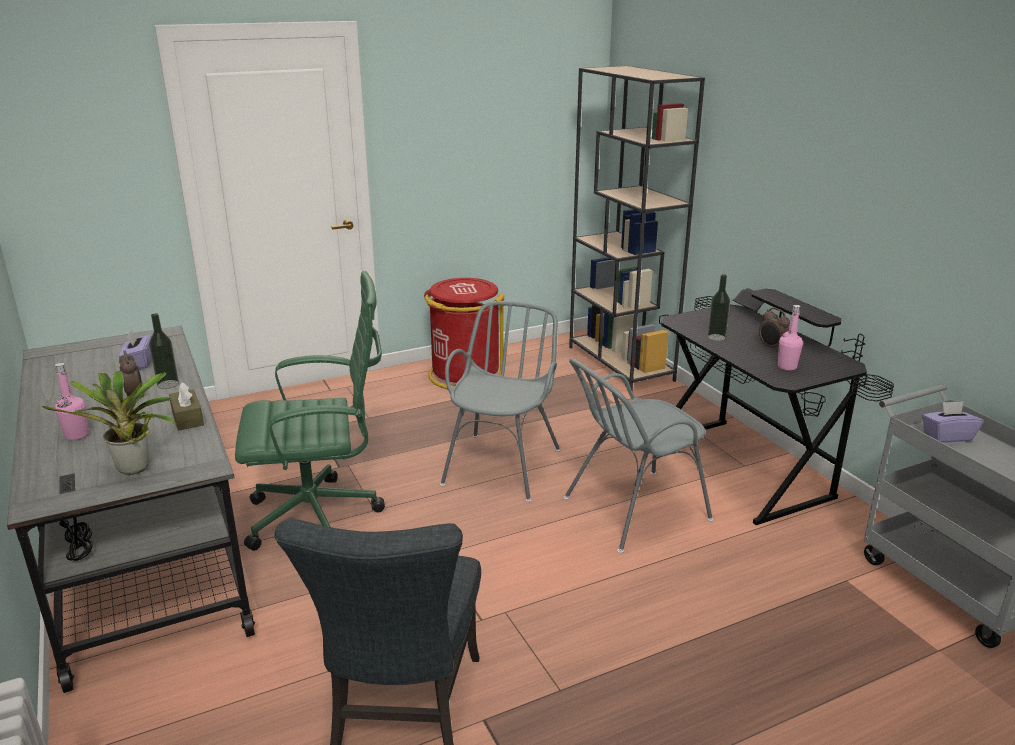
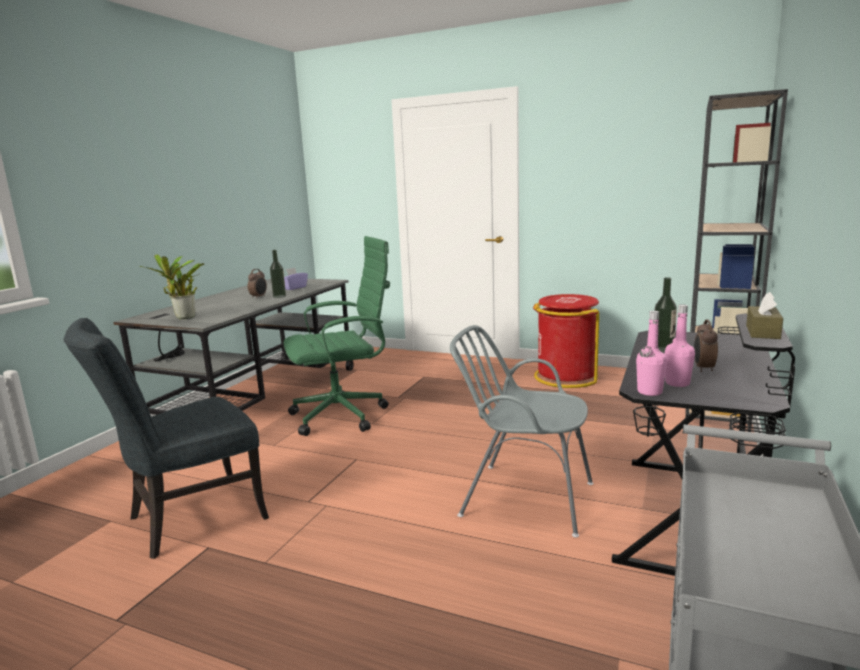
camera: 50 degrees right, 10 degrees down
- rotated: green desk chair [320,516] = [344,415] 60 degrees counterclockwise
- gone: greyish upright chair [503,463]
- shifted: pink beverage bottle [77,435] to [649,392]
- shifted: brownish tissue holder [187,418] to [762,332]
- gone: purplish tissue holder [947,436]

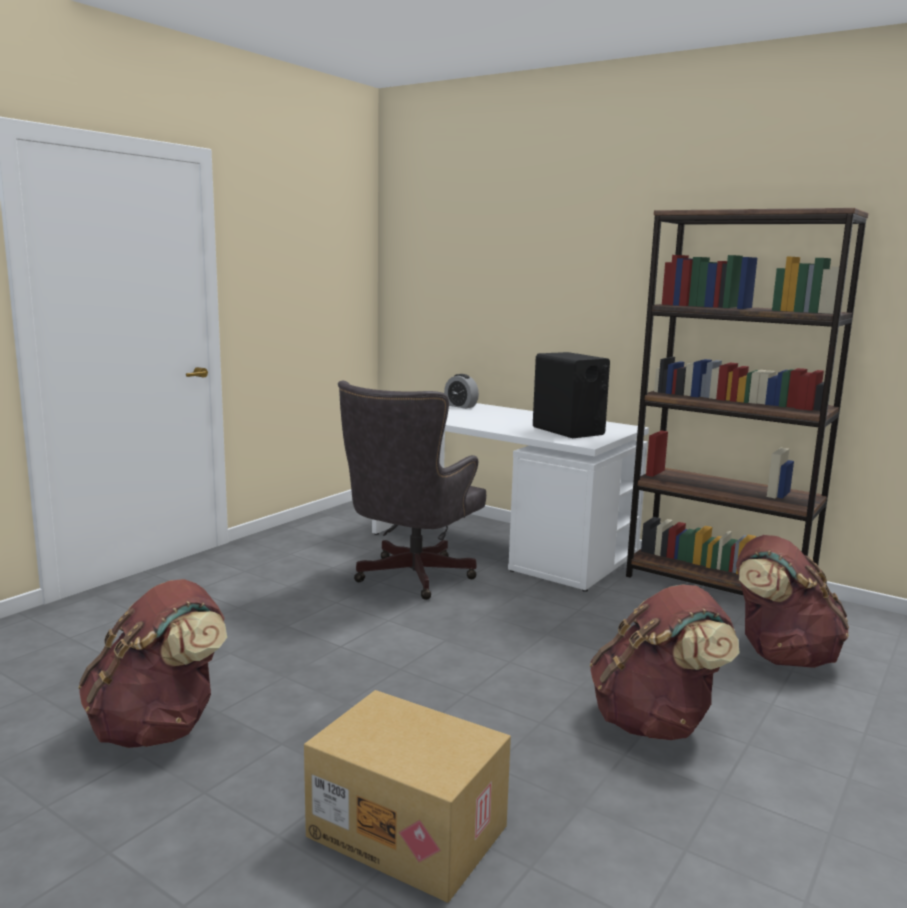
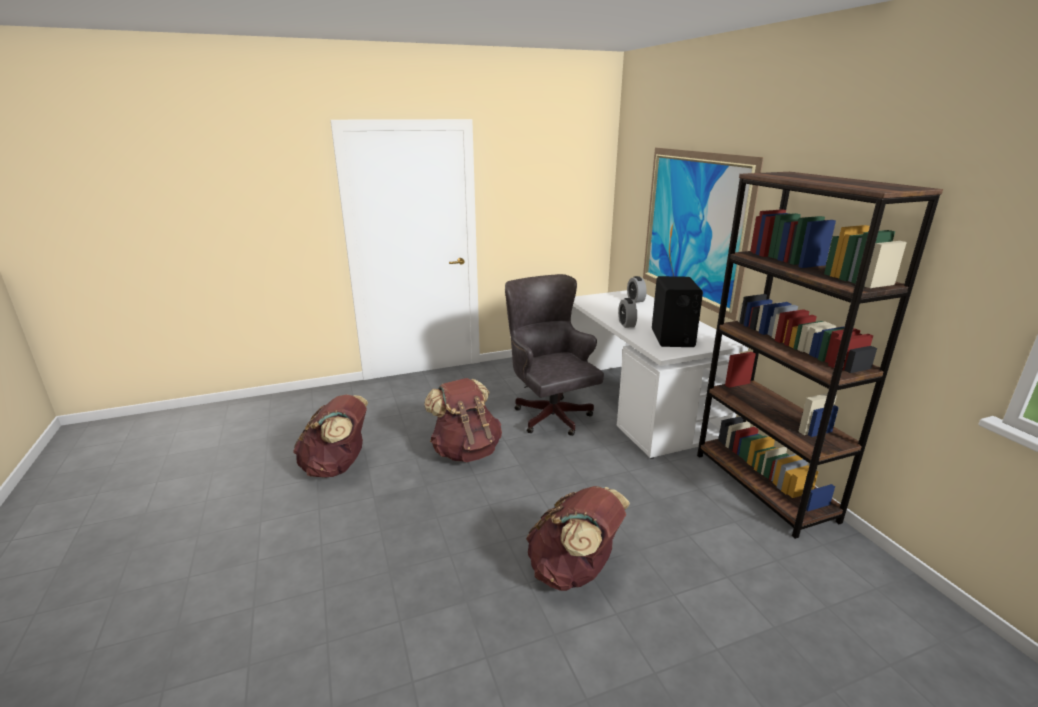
camera: 35 degrees right, 10 degrees up
- rotated: greyish desk chair [411,578] = [550,414] 90 degrees clockwise
- shifted: brownish rucksack [781,655] to [466,451]
- gone: cardboard box [410,830]
- new: wall picture [693,228]
- new: bedside clock [626,324]

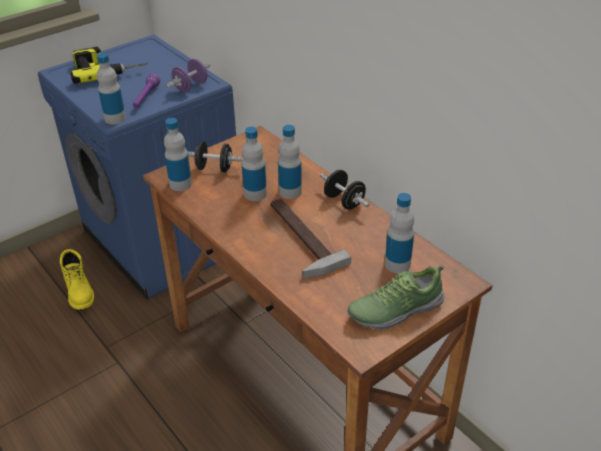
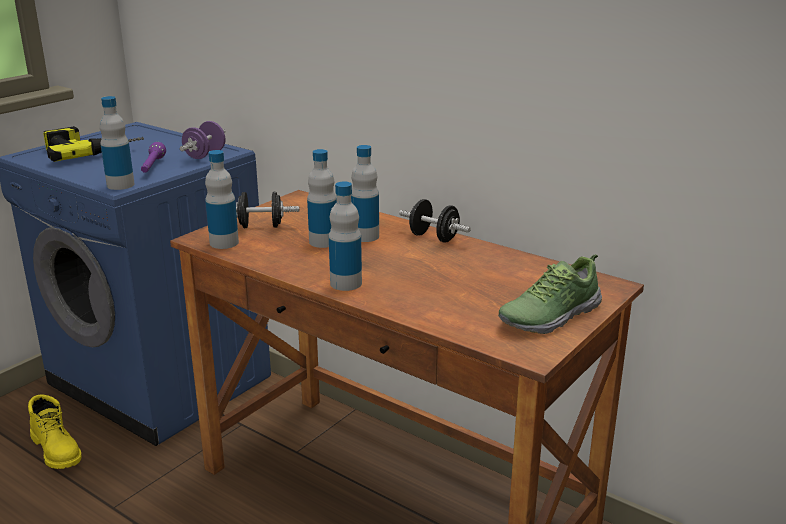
camera: 15 degrees left, 15 degrees down
- shifted: beverage bottle [397,264] to [346,283]
- gone: hammer [298,238]

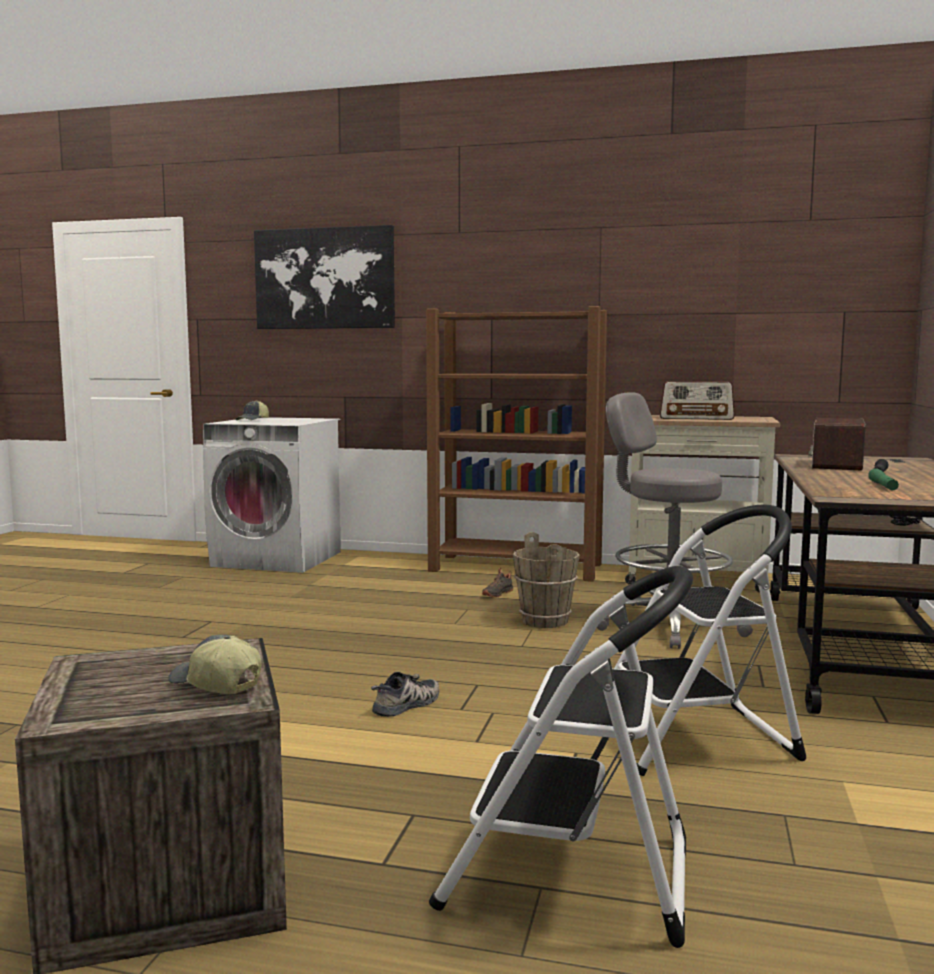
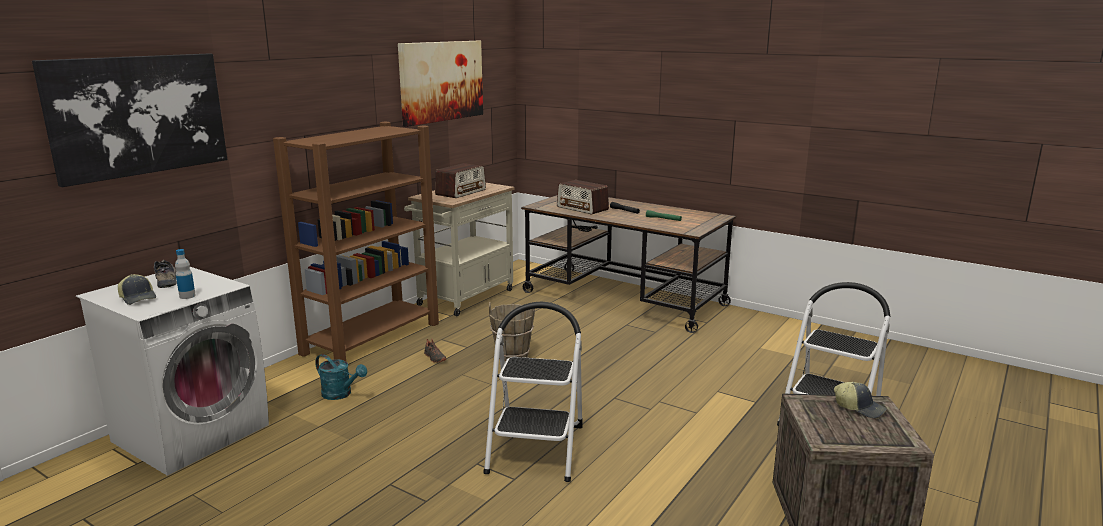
camera: 70 degrees left, 10 degrees up
- gone: greyish sitting stool [667,624]
- shifted: step stool [699,738] to [537,447]
- rotated: peaked cap [215,685] = [859,408] 105 degrees counterclockwise
- shifted: item of footwear [407,705] to [167,279]
- new: wall picture [441,81]
- new: beverage bottle [187,296]
- new: turquoise watering pot [341,394]

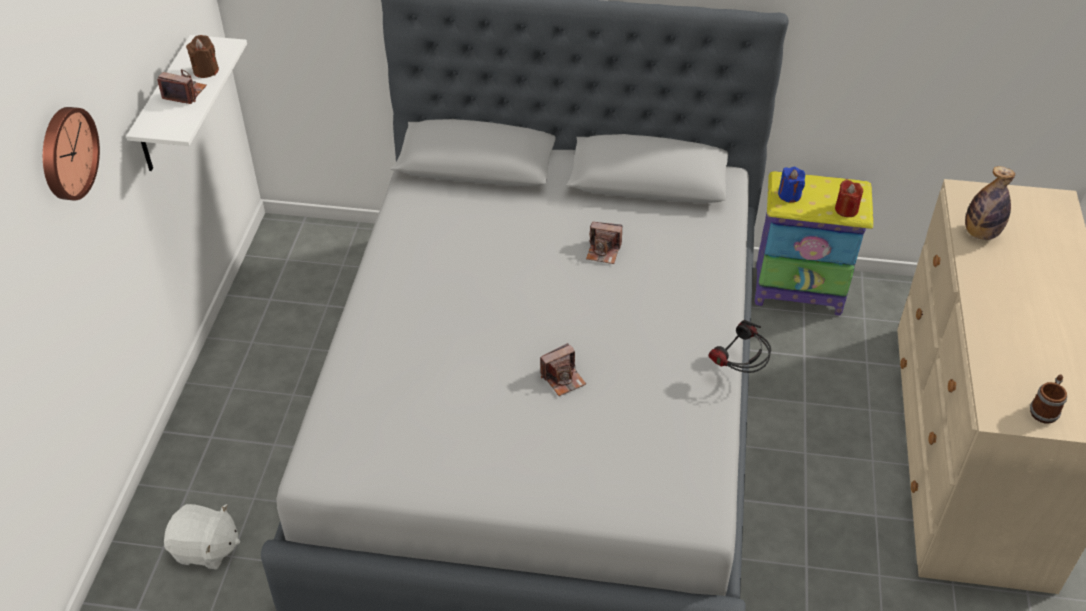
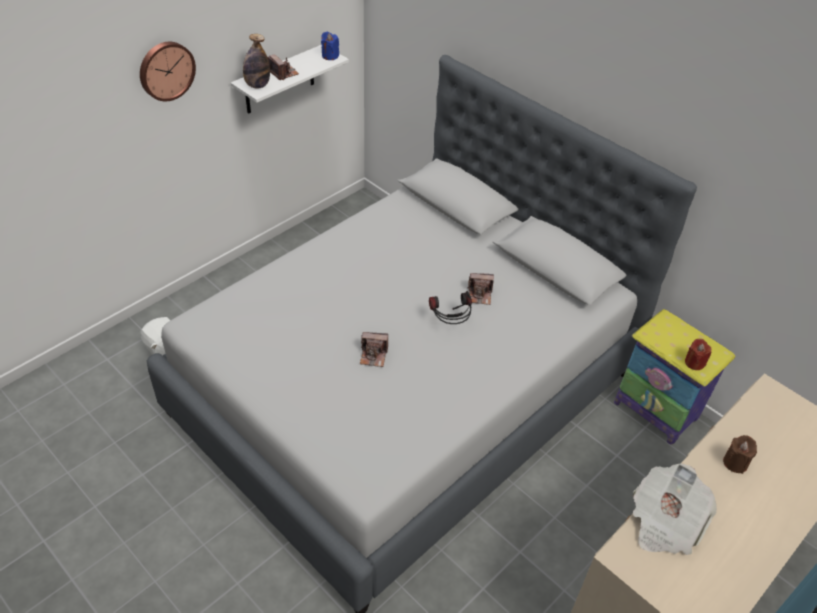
camera: 35 degrees right, 0 degrees up
- shifted: brownish wax candle [206,70] to [735,463]
- shifted: beverage bottle [980,233] to [257,85]
- shifted: blue wax candle [789,195] to [330,56]
- rotated: photo camera [603,251] = [480,295] 45 degrees counterclockwise
- shifted: headset [738,371] to [450,323]
- gone: mug [1045,409]
- new: printed paper [664,522]

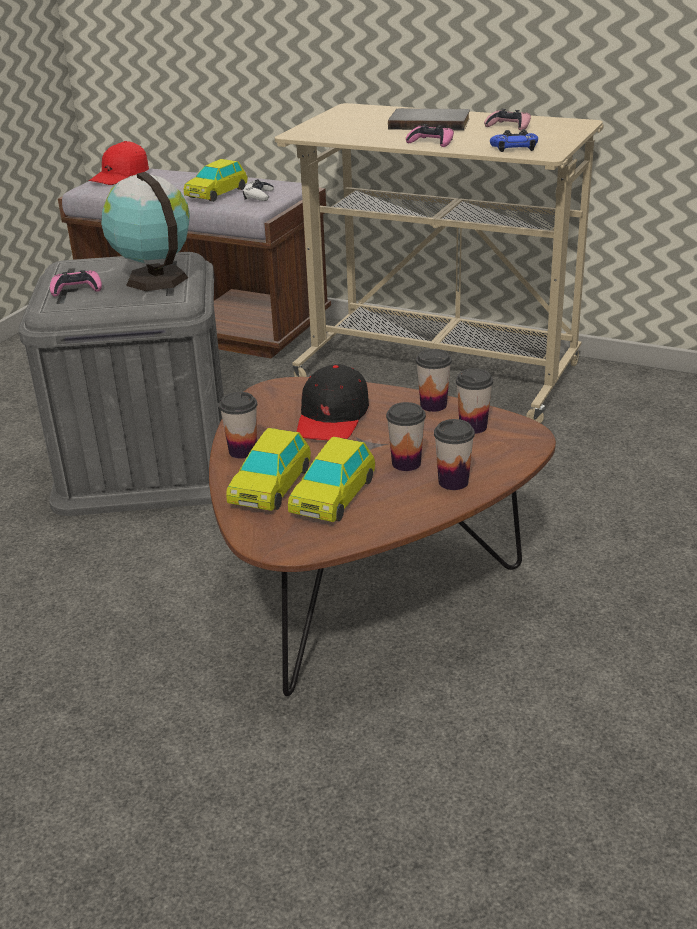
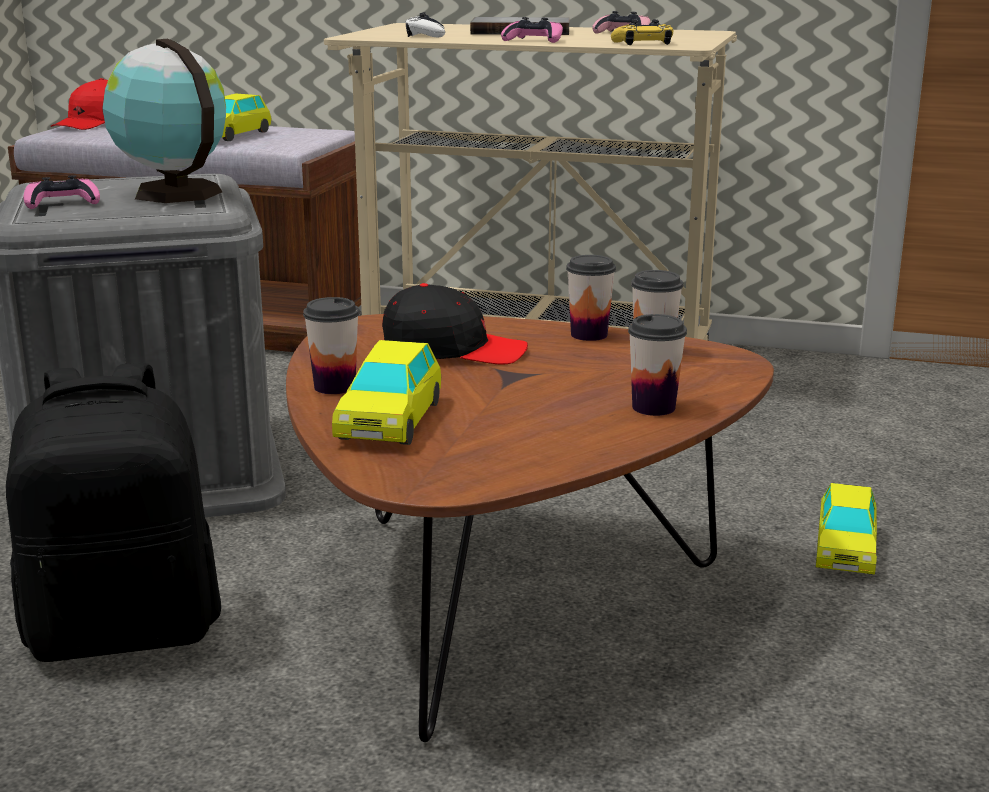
camera: 10 degrees left, 10 degrees down
- repainted: blue gamepad [514,147] to yellowish gamepad [643,43]
- shifted: white gamepad [258,196] to [425,35]
- rotated: black-coloured peaked cap [332,418] = [453,350] 90 degrees counterclockwise
- gone: small cup [406,463]
- shifted: model car [333,497] to [845,551]
- new: black-coloured rucksack [125,631]

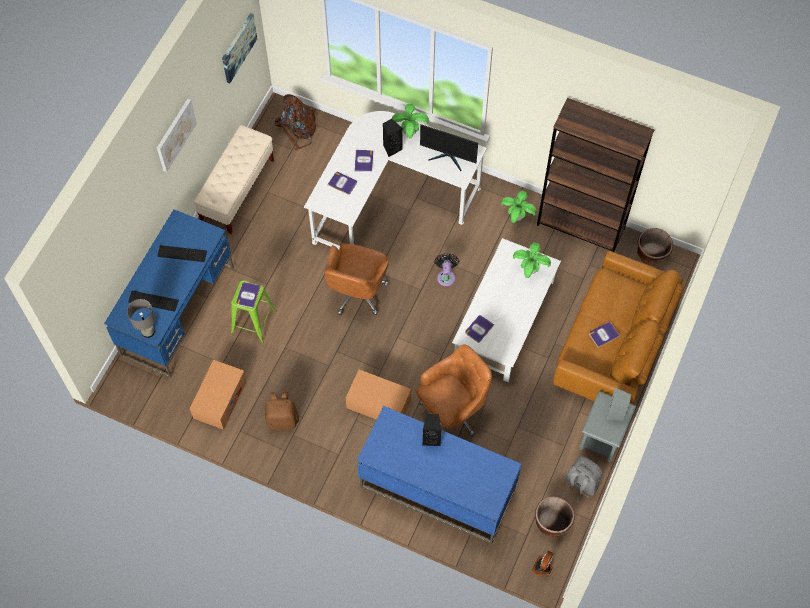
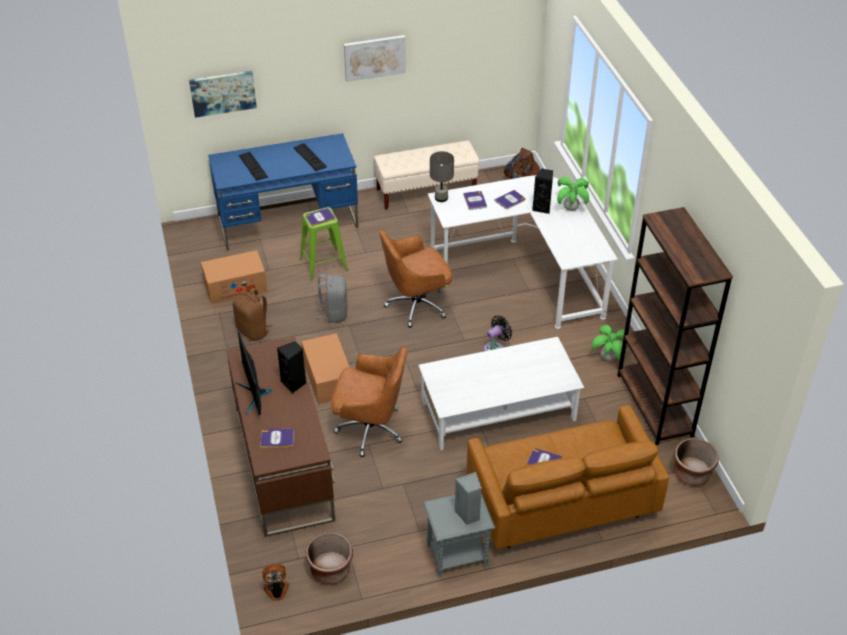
camera: 50 degrees right, 20 degrees down
- shifted: wall picture [238,47] to [223,93]
- shifted: computer screen [448,157] to [254,395]
- gone: houseplant [529,270]
- shifted: greyish table lamp [147,331] to [441,198]
- shifted: bound book [479,329] to [277,438]
- repainted: blue desk [436,489] to brownish desk [284,464]
- shifted: greyish rucksack [580,484] to [333,313]

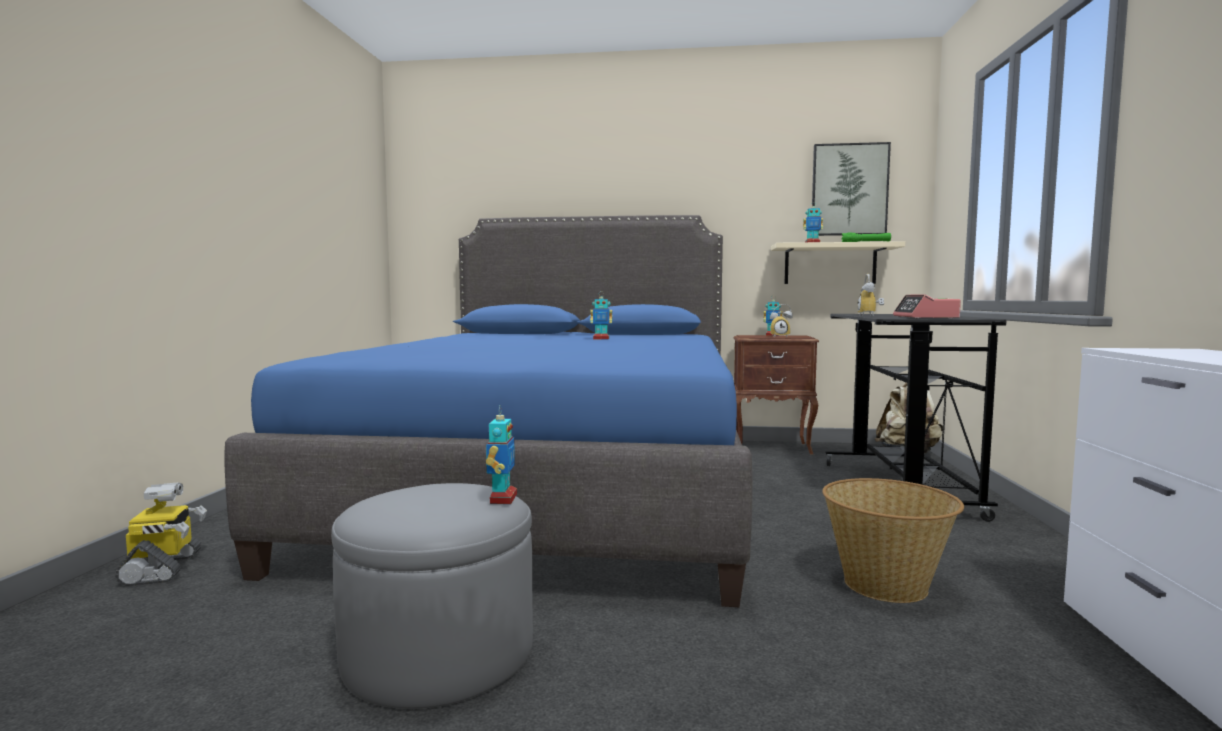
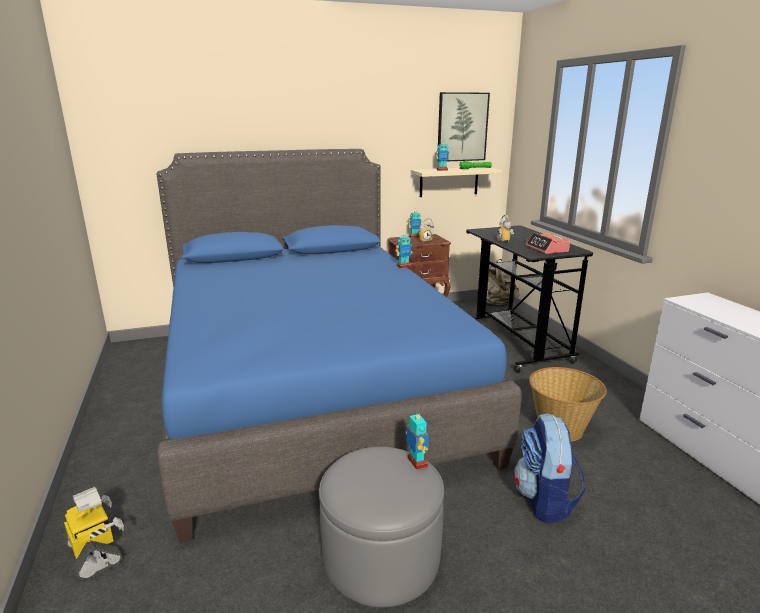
camera: 25 degrees left, 15 degrees up
- shifted: model robot [601,339] to [404,266]
- new: rucksack [545,500]

